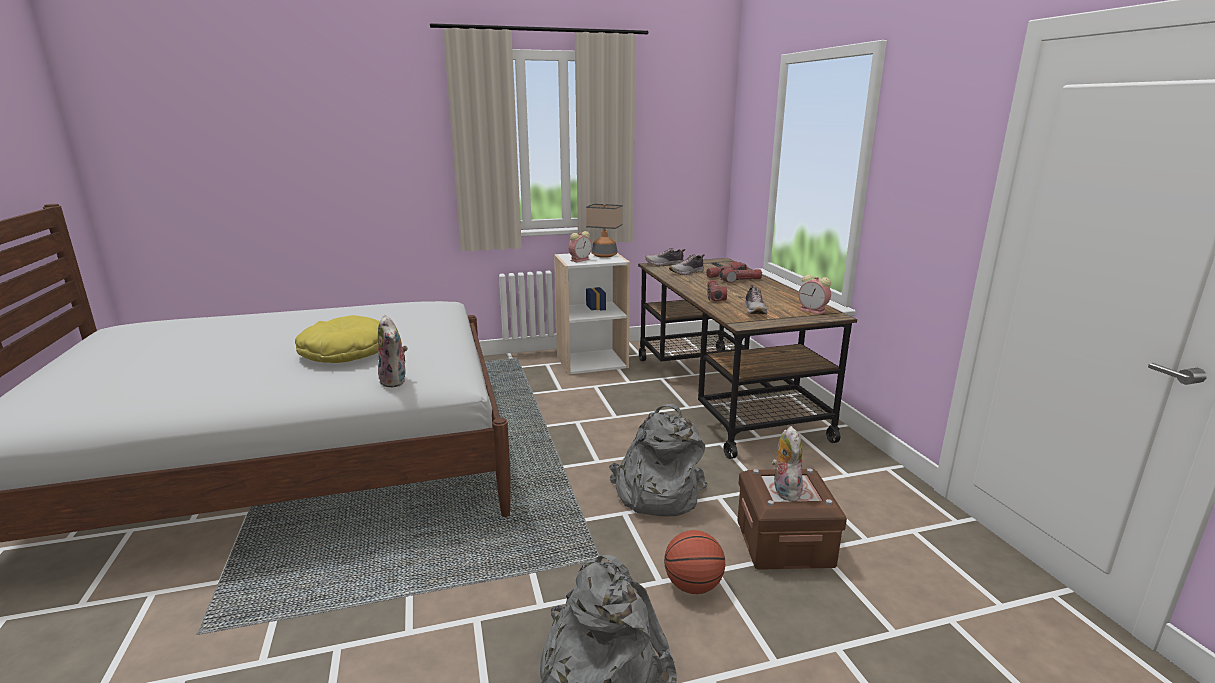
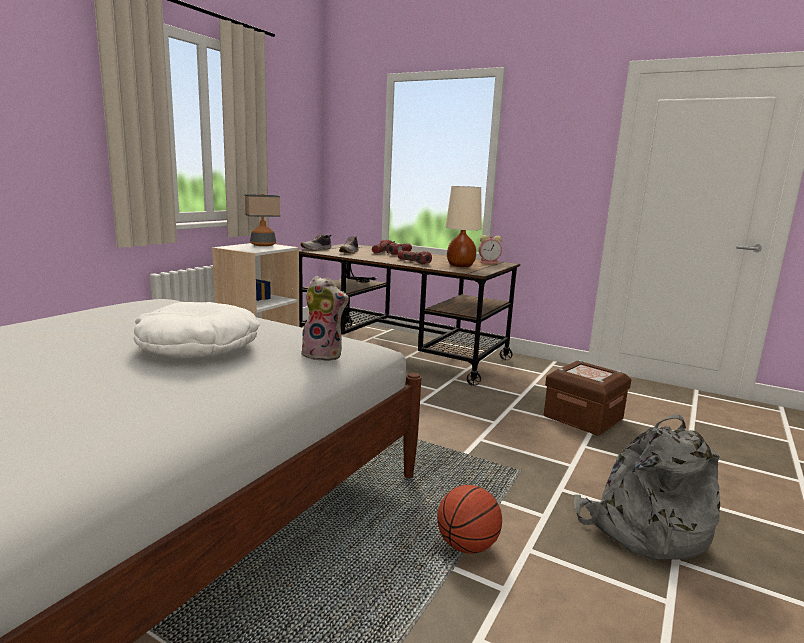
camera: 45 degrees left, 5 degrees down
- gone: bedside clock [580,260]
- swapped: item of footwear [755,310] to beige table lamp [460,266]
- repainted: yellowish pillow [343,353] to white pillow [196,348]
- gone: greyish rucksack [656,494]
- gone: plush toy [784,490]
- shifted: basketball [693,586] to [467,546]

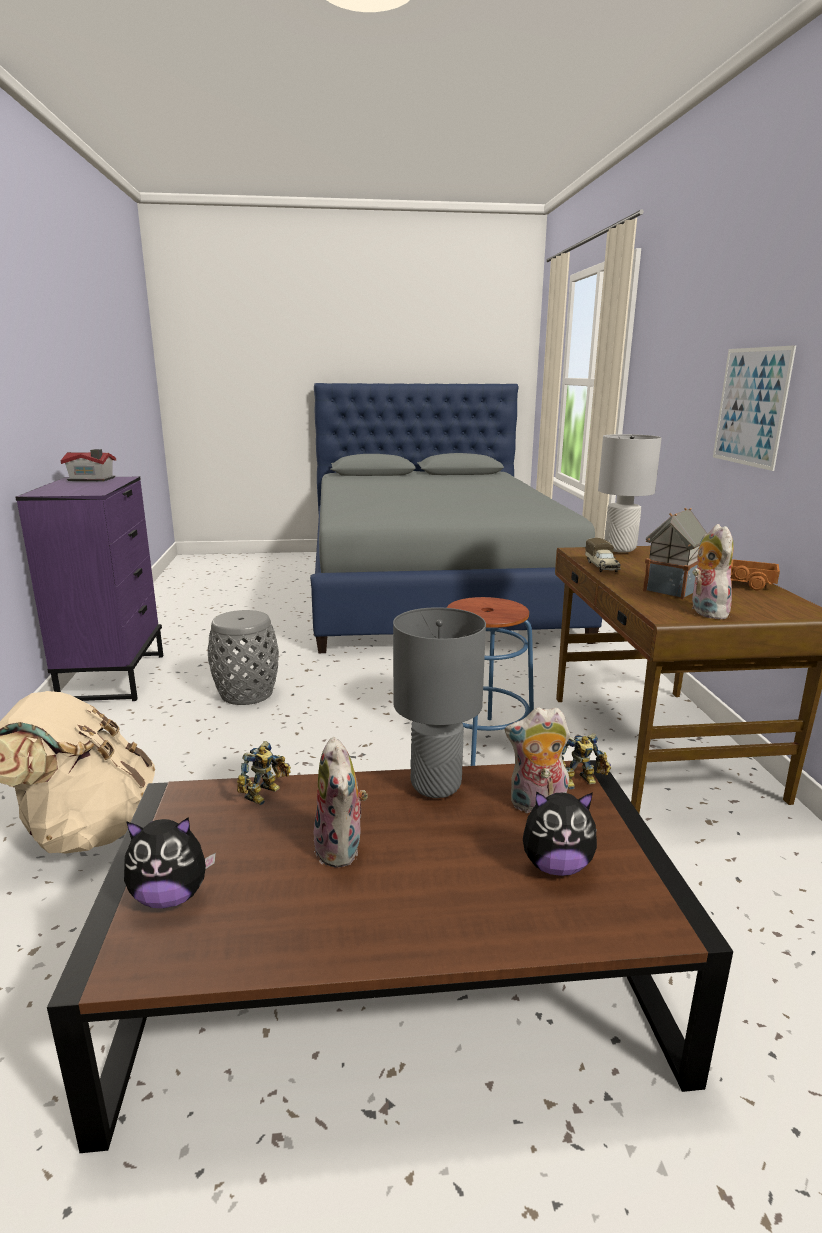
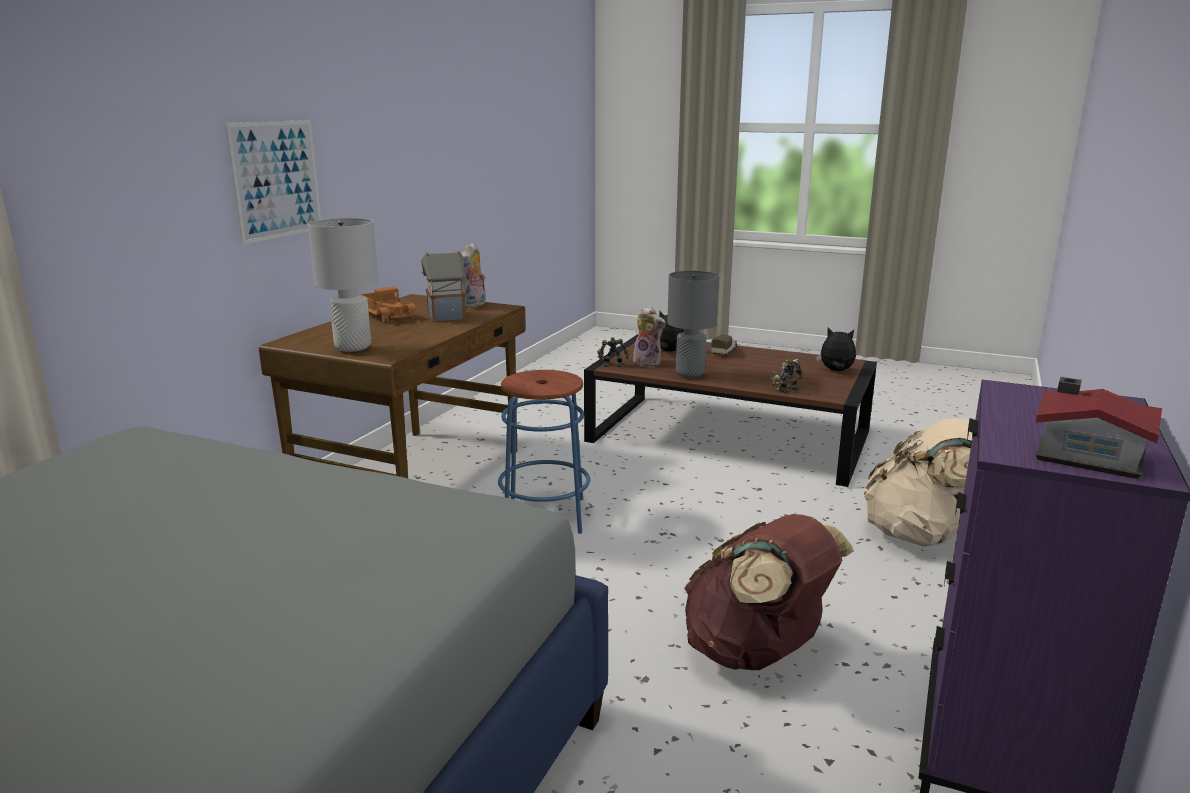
camera: 150 degrees left, 0 degrees up
- shifted: toy lorry [602,567] to [724,351]
- swapped: greyish sitting stool [246,694] to brownish rucksack [756,653]
- gone: plush toy [342,849]

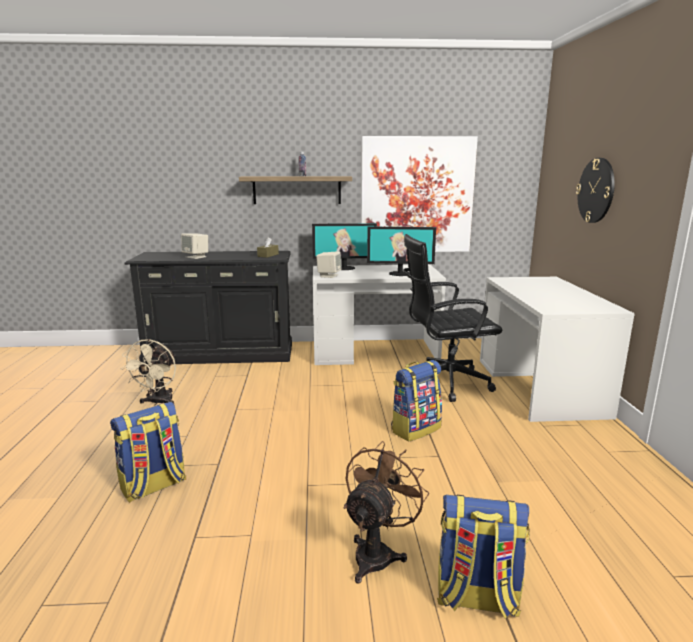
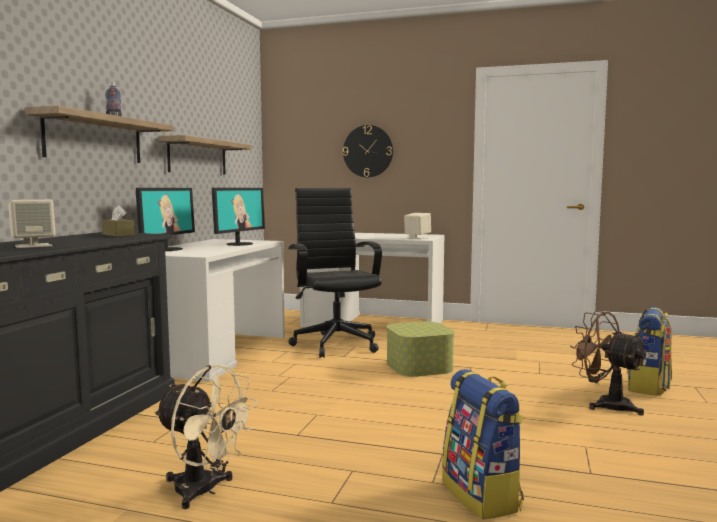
camera: 70 degrees left, 10 degrees down
- swapped: wall picture [417,195] to bracket shelf [198,157]
- rotated: black-coloured desk chair [444,383] = [335,344] 150 degrees clockwise
- shifted: beige speaker [329,275] to [417,238]
- swapped: rucksack [415,429] to storage bin [419,366]

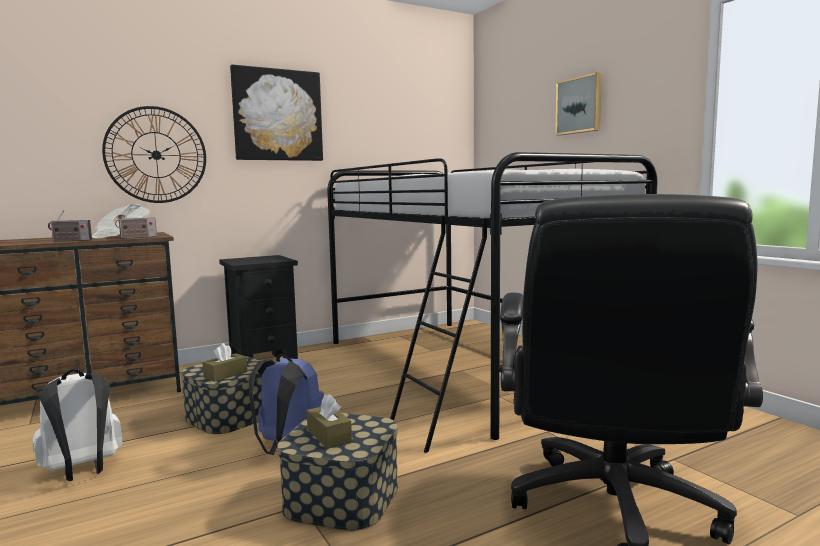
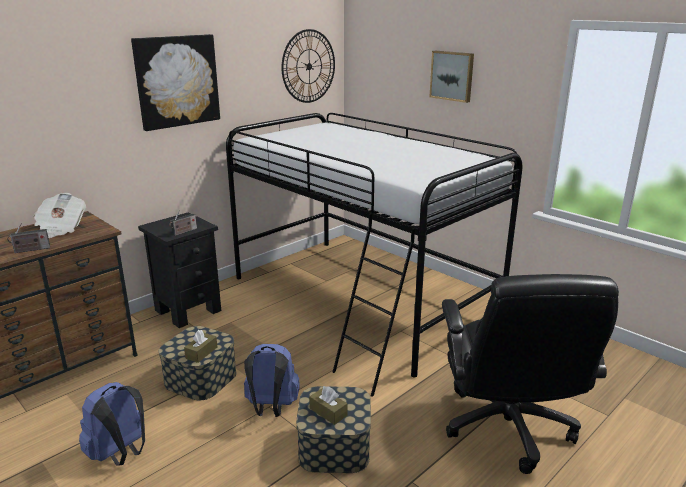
camera: 15 degrees left, 15 degrees up
- shifted: clock on the wall [156,155] to [309,66]
- shifted: radio receiver [137,237] to [183,232]
- repainted: white rucksack [82,471] to blue rucksack [120,454]

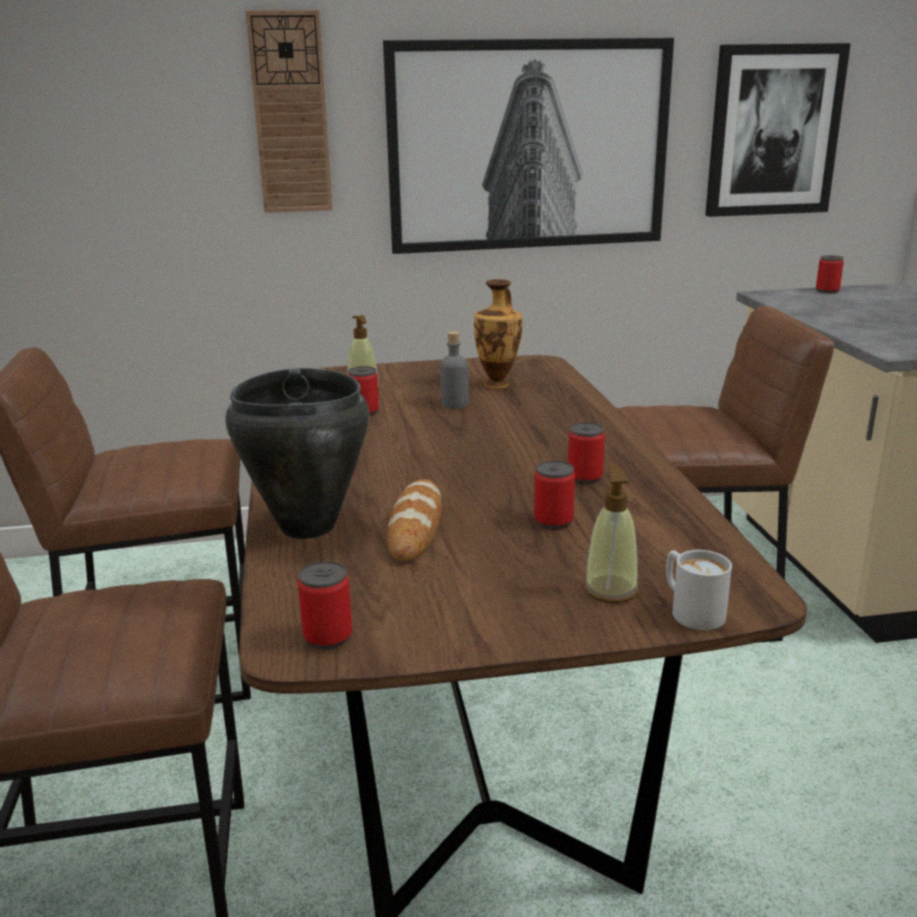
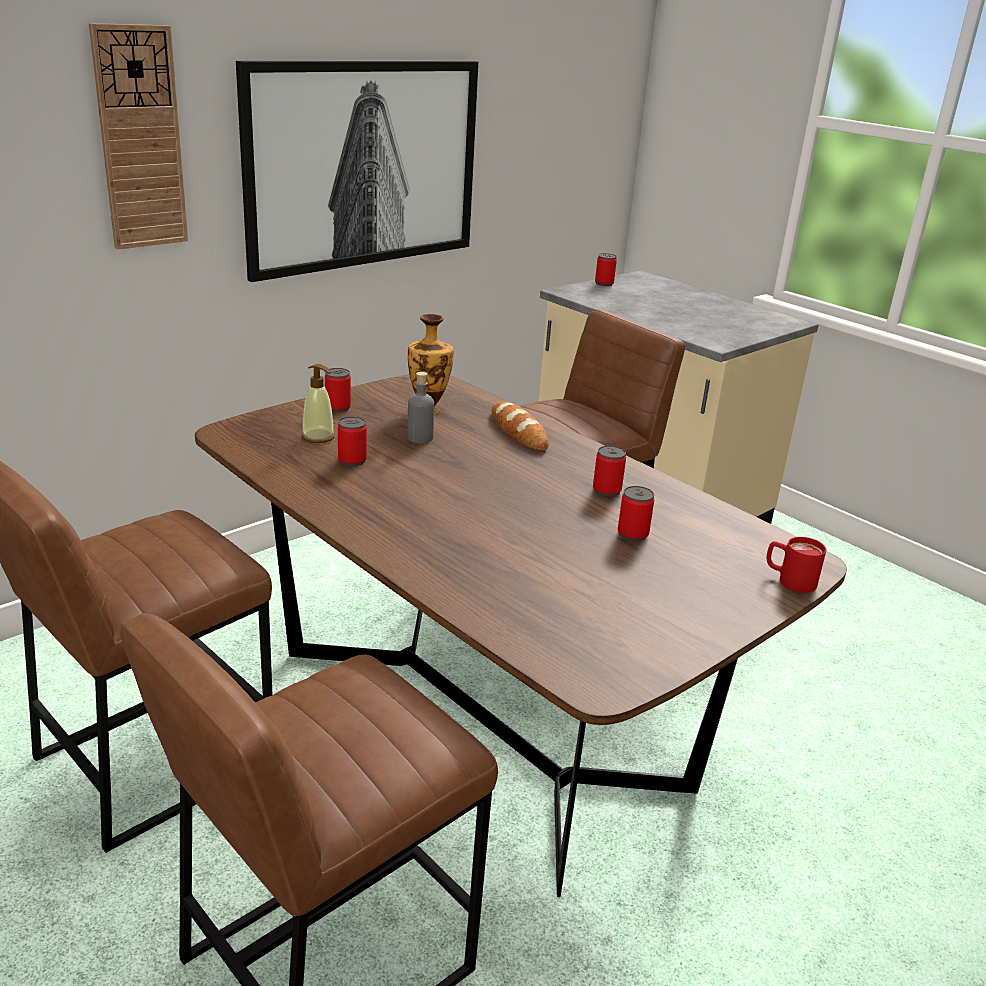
camera: 35 degrees left, 5 degrees up
- gone: wall picture [773,131]
- gone: black-coloured saucepot [306,527]
- gone: liquid soap bottle [610,589]
- shifted: bread [415,526] to [518,431]
- repainted: white mug [690,610] to red-coloured mug [789,580]
- shifted: metal can [328,637] to [338,407]

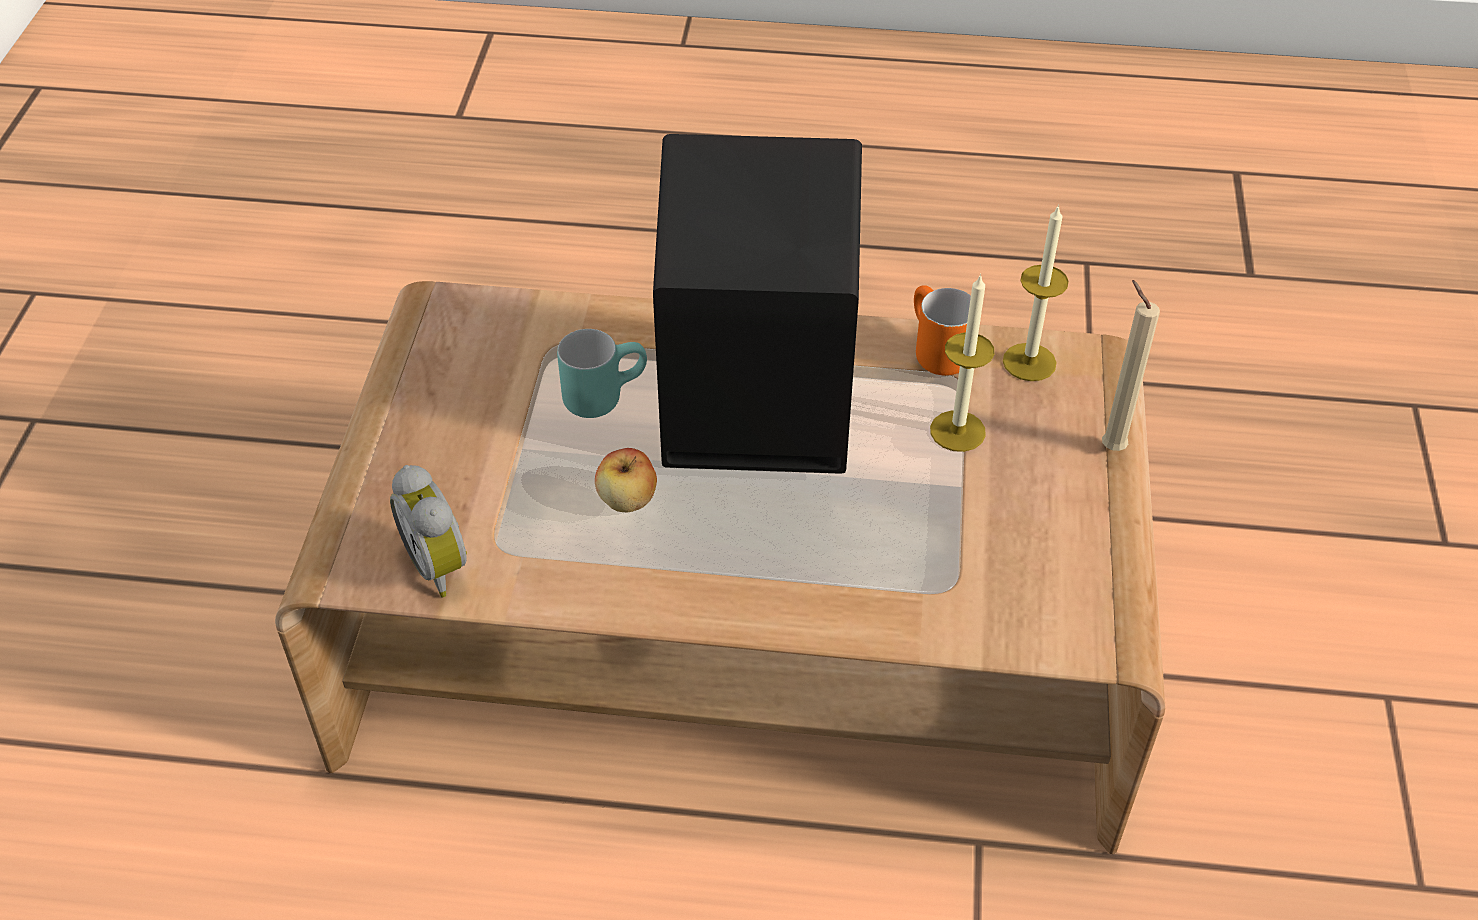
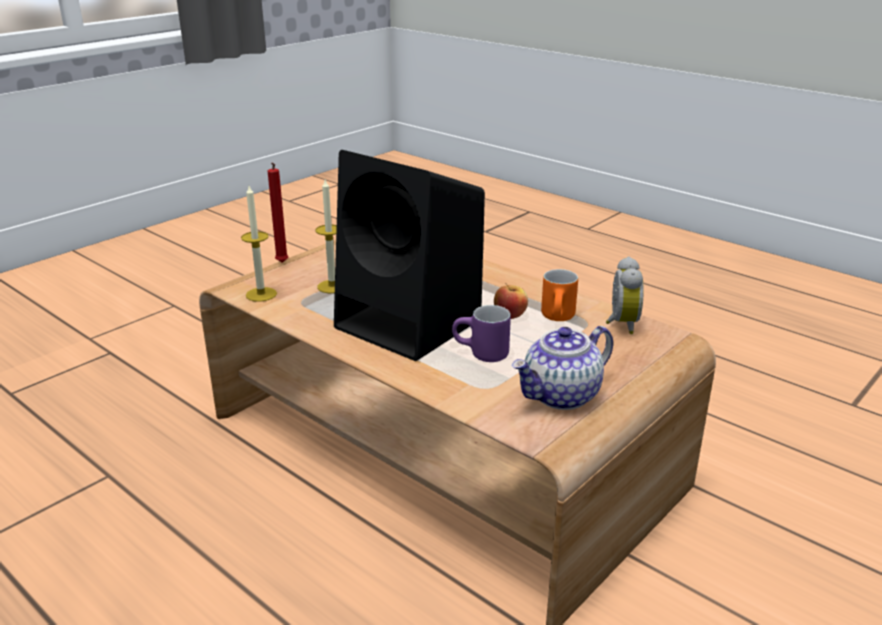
camera: 145 degrees left, 20 degrees down
- repainted: beige wax candle [1109,446] to red-coloured wax candle [282,263]
- shifted: orange-coloured mug [932,352] to [560,319]
- repainted: turquoise mug [603,394] to purplish mug [480,355]
- new: teapot [561,396]

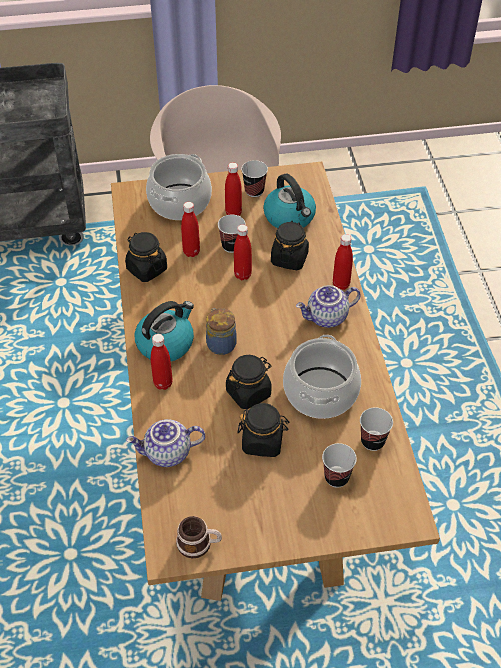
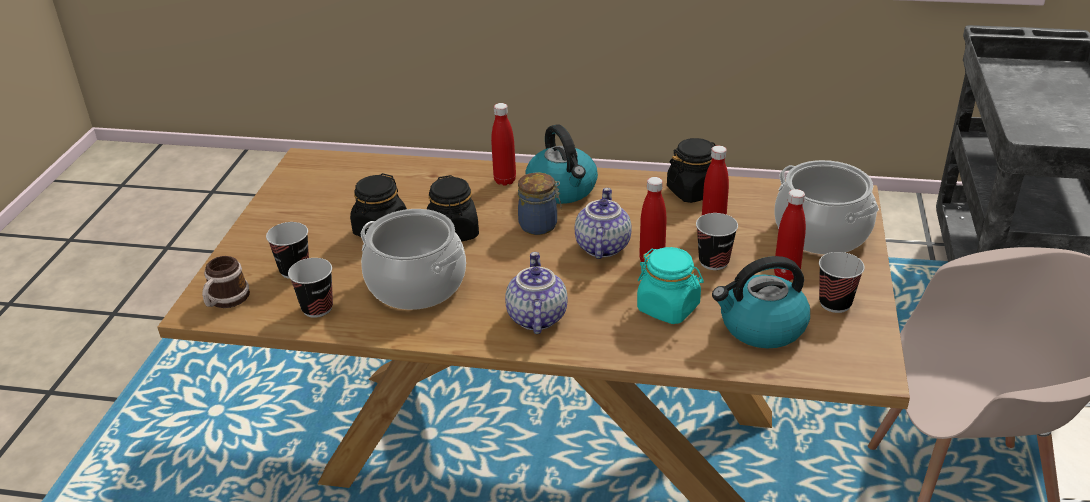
camera: 110 degrees right, 15 degrees down
- repainted: black-coloured storage jar [289,258] to turquoise storage jar [668,308]
- gone: red-coloured beverage bottle [341,284]
- shifted: teapot [167,454] to [601,246]
- shifted: mug [199,544] to [225,300]

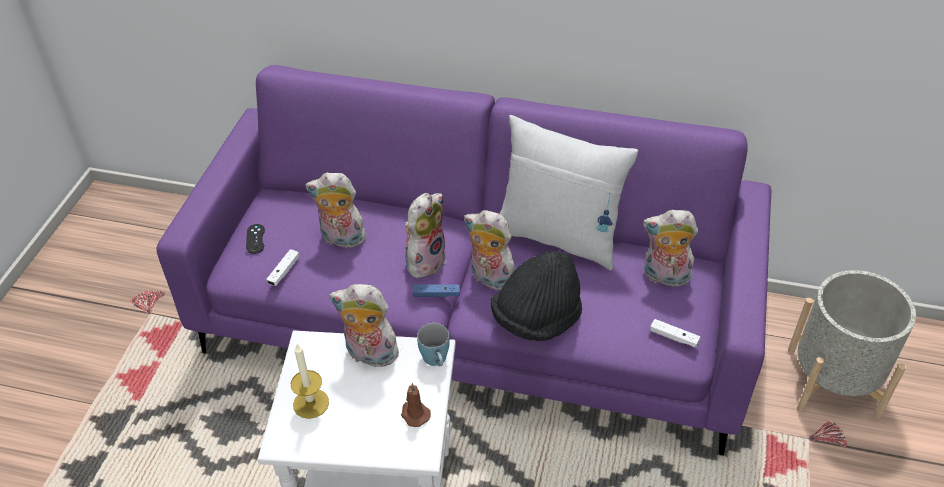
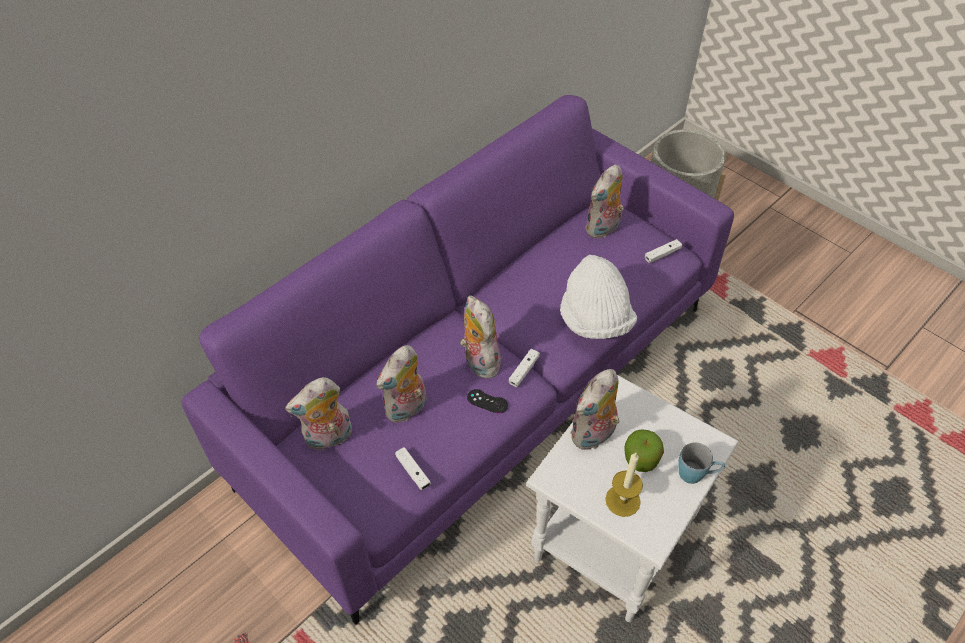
camera: 60 degrees left, 5 degrees up
- gone: greyish pillow [558,238]
- shifted: plush toy [489,278] to [328,438]
- shifted: black-coloured gamepad [255,239] to [487,401]
- repainted: black-coloured wearable hat [536,318] to white wearable hat [595,320]
- repainted: blue gamepad [436,294] to white gamepad [524,371]
- shifted: blue mug [436,361] to [696,474]
- gone: brownish wax candle [414,414]
- new: apple fruit [641,459]

